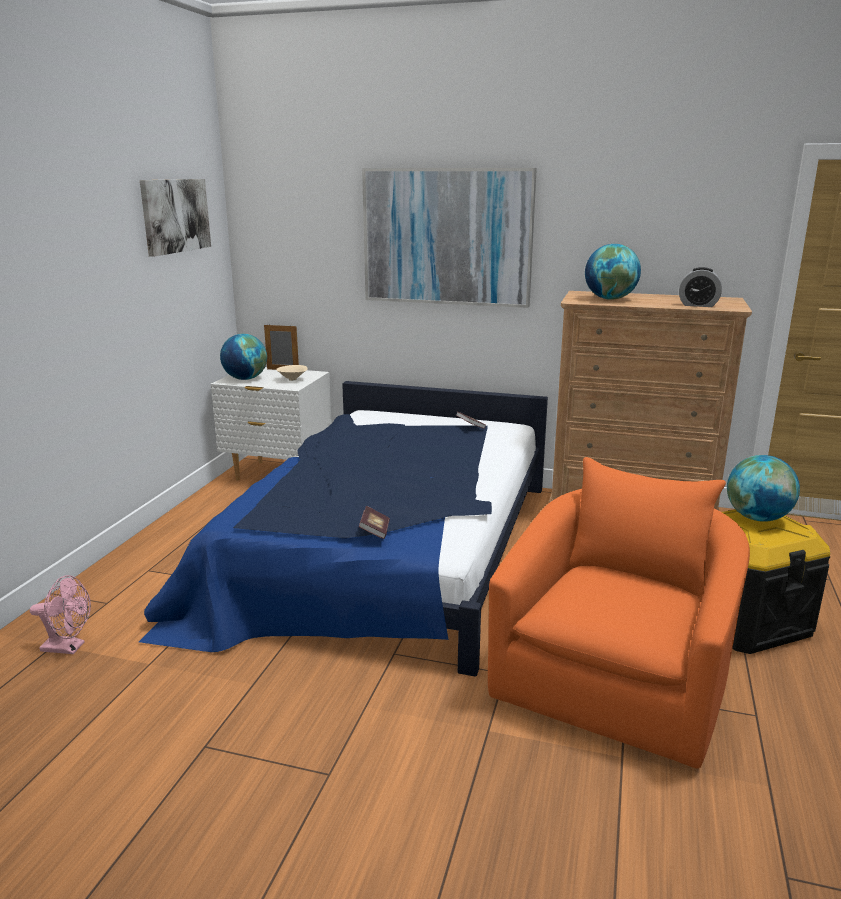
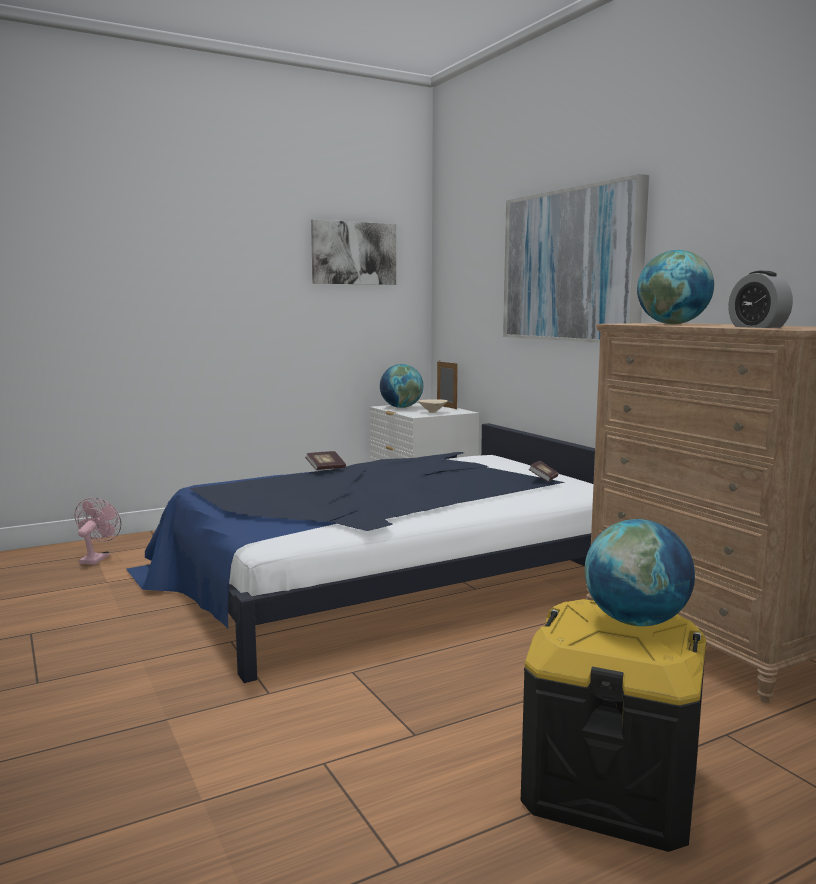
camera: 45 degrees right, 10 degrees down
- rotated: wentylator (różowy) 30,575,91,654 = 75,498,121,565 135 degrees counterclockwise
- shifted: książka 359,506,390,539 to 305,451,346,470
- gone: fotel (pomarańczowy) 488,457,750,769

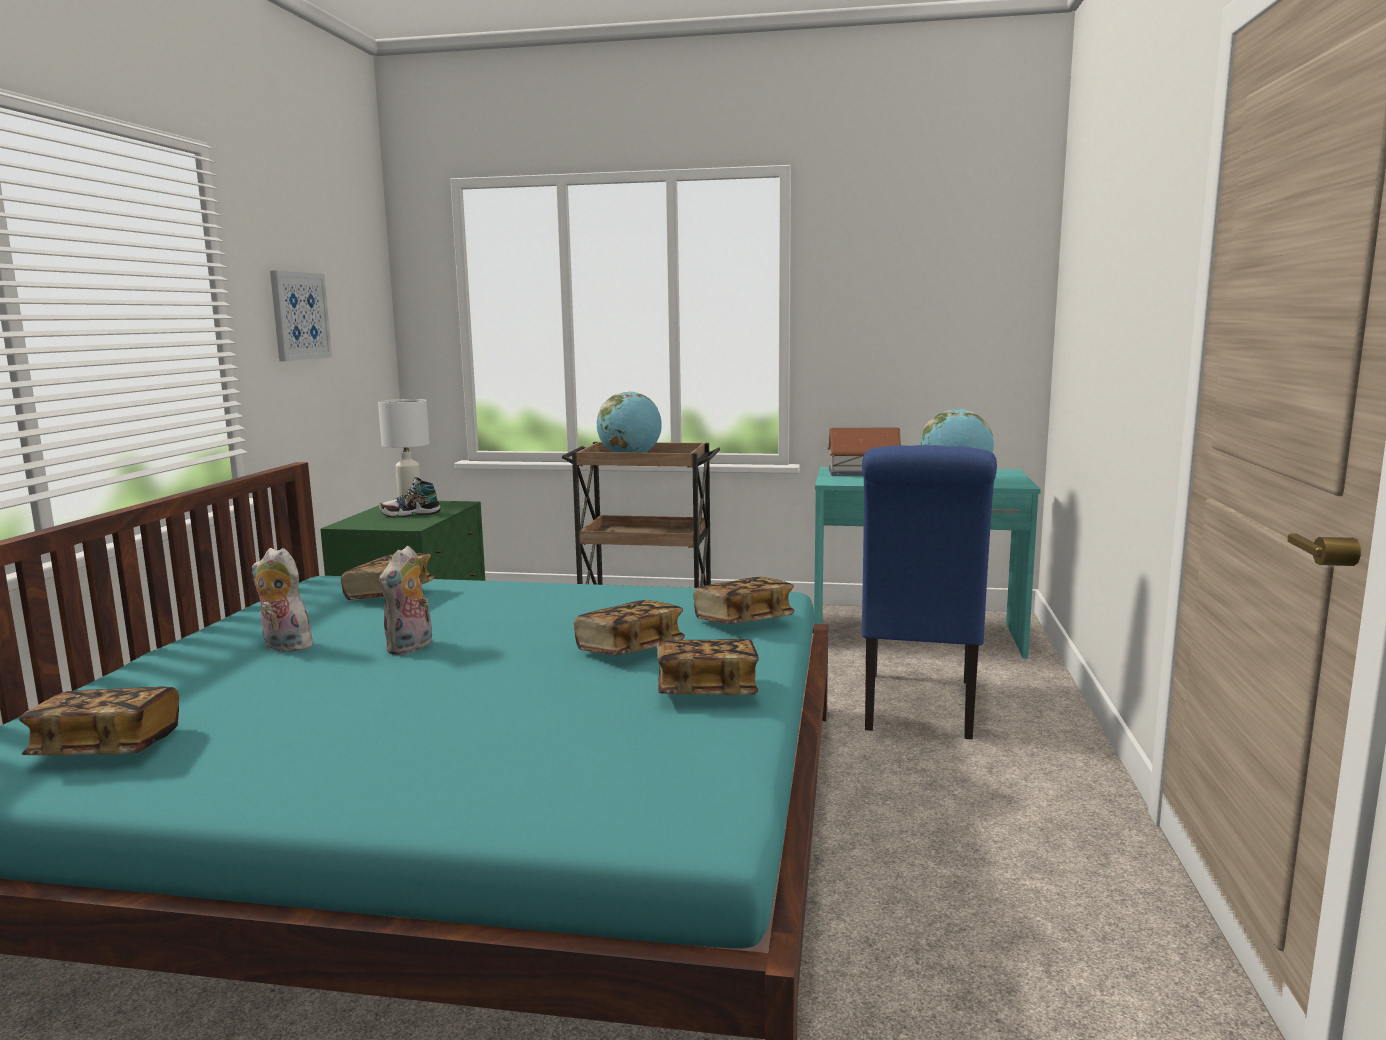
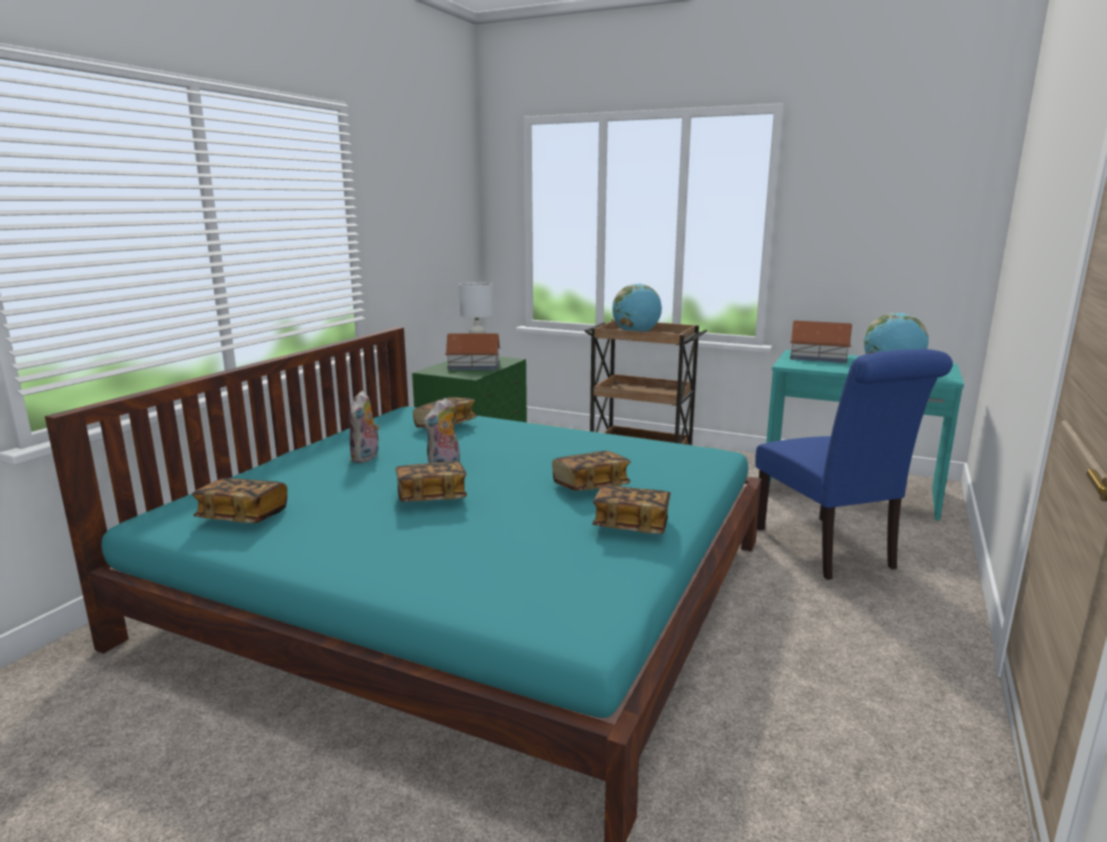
camera: 15 degrees right, 5 degrees up
- rotated: pluszak 252,548,313,652 = 349,390,380,463 120 degrees counterclockwise
- shifted: książka 693,577,795,624 to 395,461,467,502
- swapped: but 379,477,441,517 to domek 445,333,500,370
- rotated: krzesło (niebieski) 862,445,997,739 = 755,349,953,580 45 degrees counterclockwise
- gone: obraz 270,271,332,361

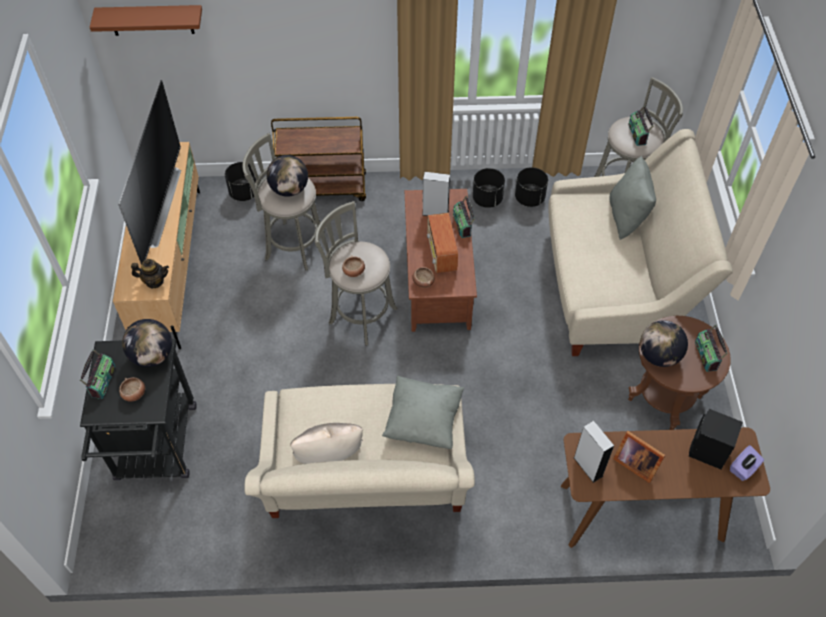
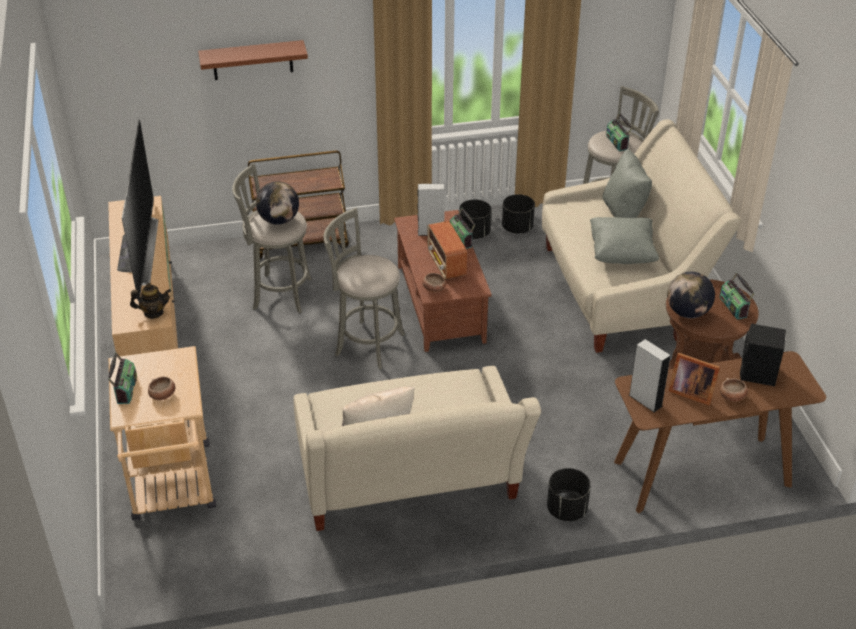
camera: 10 degrees left, 15 degrees down
- repainted: wózek (czarny) 80,339,197,480 to wózek (beżowy) 109,346,216,520
- shifted: półka (brązowy) 90,5,202,36 to 198,40,308,80
- shifted: donica (czarny) 225,162,256,201 to 547,468,591,521
- shifted: poduszka (szary) 382,376,464,449 to 590,217,659,264
- shifted: miska 342,255,365,277 to 720,378,748,401
- gone: globus 122,319,172,367
- gone: pudełko chusteczek (fioletowy) 730,445,764,481

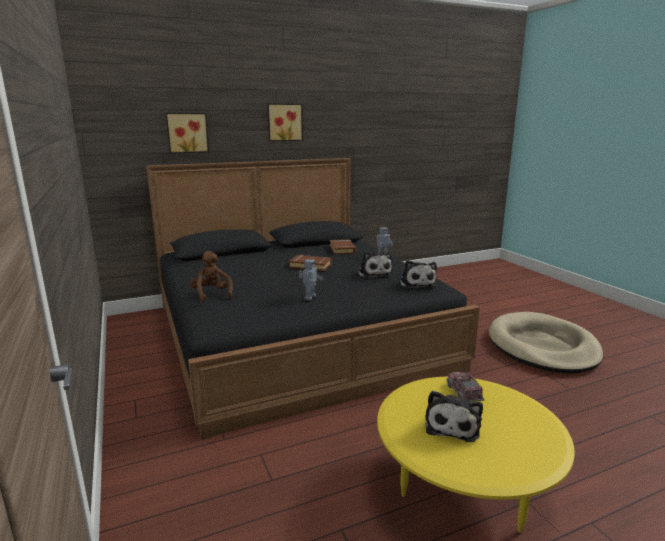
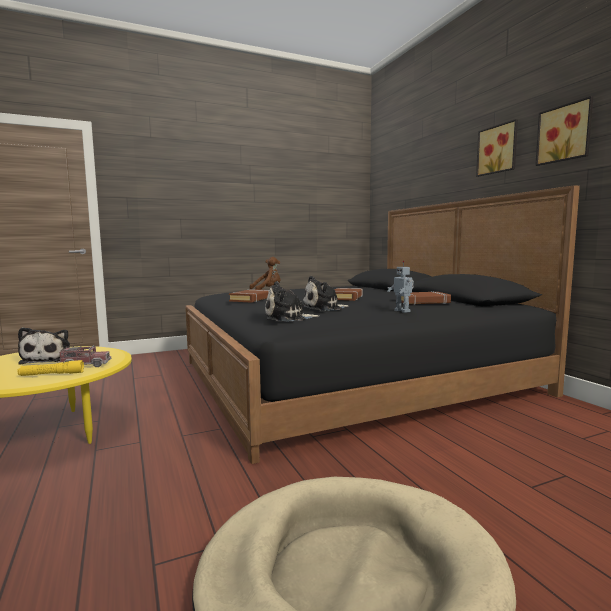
camera: 90 degrees right, 10 degrees down
- rotated: pluszak 425,390,483,442 = 18,327,70,365 120 degrees counterclockwise
- new: latarka (żółty) 18,360,84,376
- swapped: robot zabawkowy 299,255,323,300 to książka (brązowy) 229,289,269,303
- shifted: obraz 166,113,209,154 to 535,96,593,166

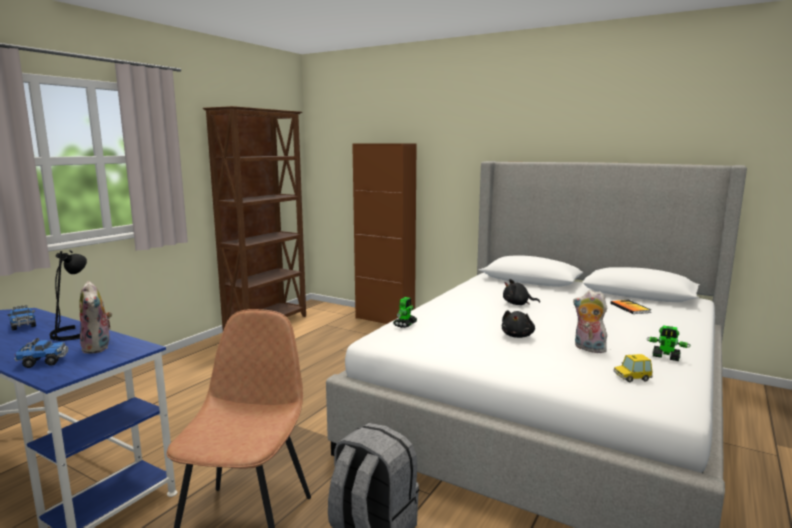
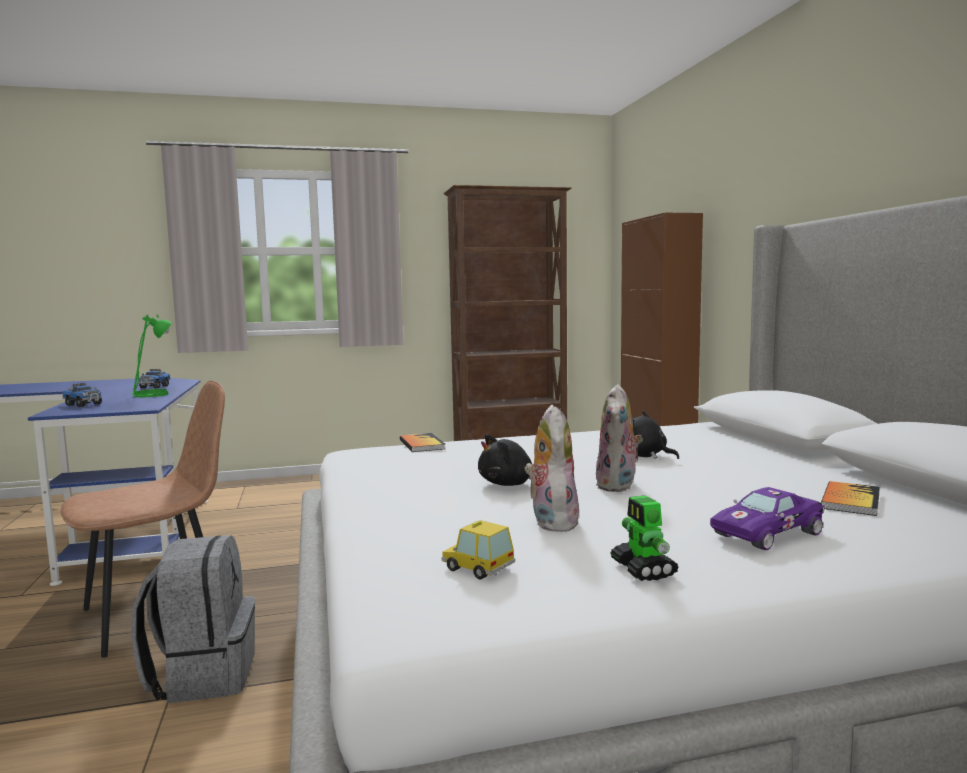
camera: 45 degrees right, 5 degrees down
- repainted: lampa stołowa (czarny) 49,250,87,341 to lampa stołowa (zielony) 132,315,172,397
- swapped: robot zabawkowy 393,297,417,328 to książka 400,433,445,452
- shifted: pluszak 79,281,112,354 to 595,384,643,492
- new: samochodzik (fioletowy) 710,487,825,550

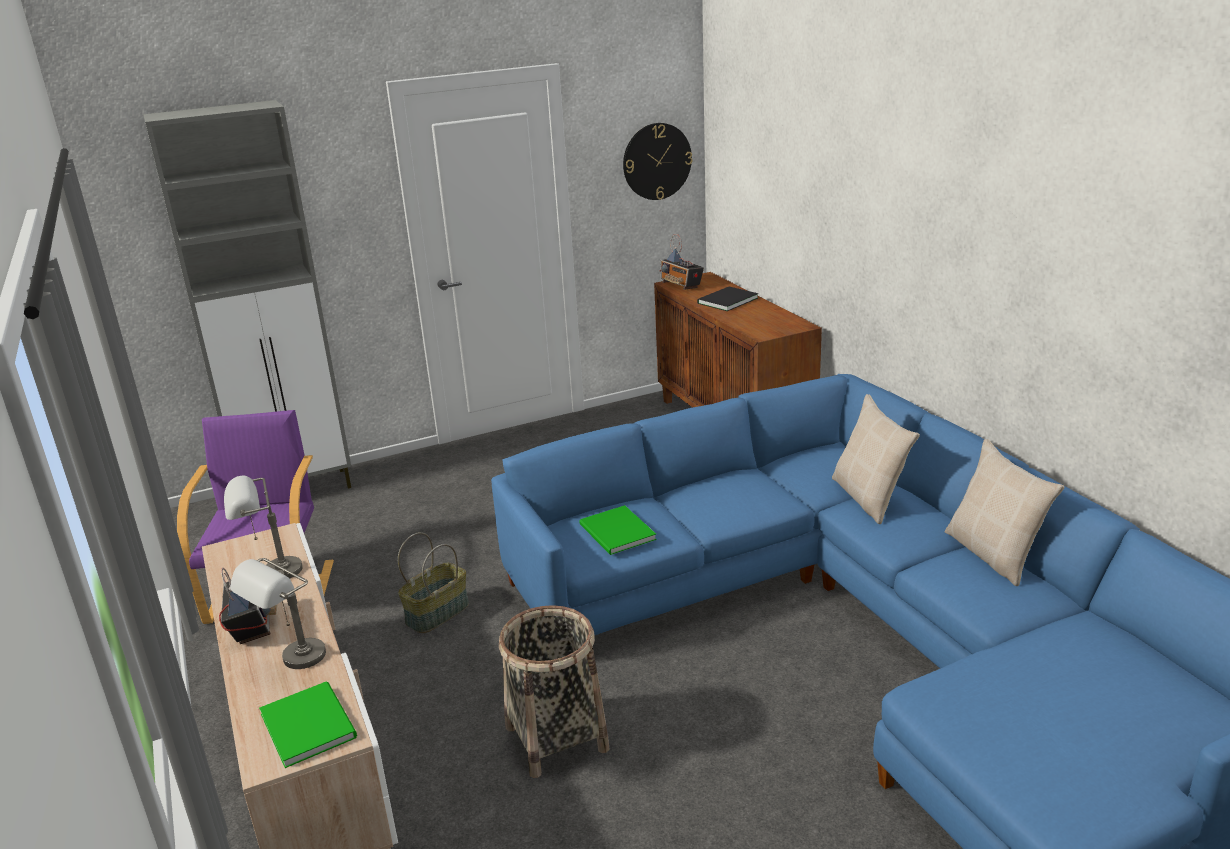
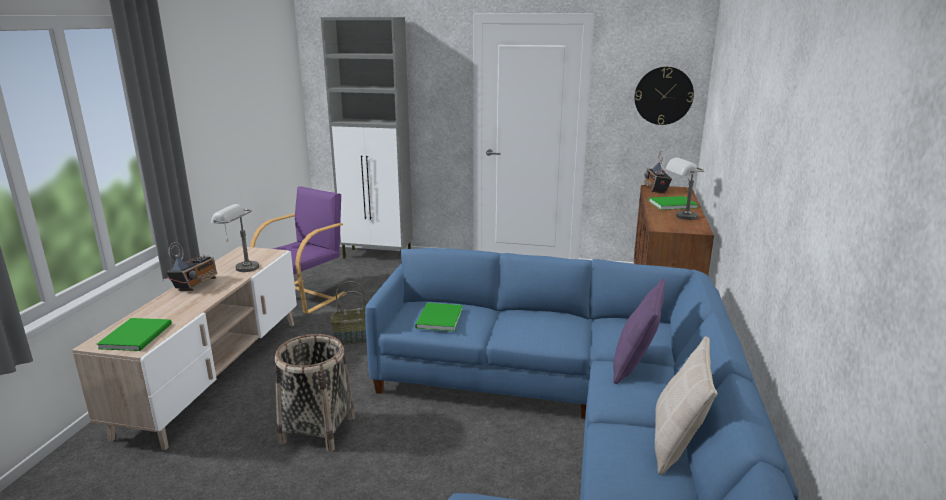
camera: 35 degrees right, 5 degrees down
- repainted: poduszka (beżowy) 832,394,920,524 to poduszka (fioletowy) 613,279,665,384
- repainted: książka (czarny) 697,286,758,311 to książka (zielony) 648,196,698,210
- shifted: lampa stołowa (szary) 231,558,326,669 to 666,158,705,220

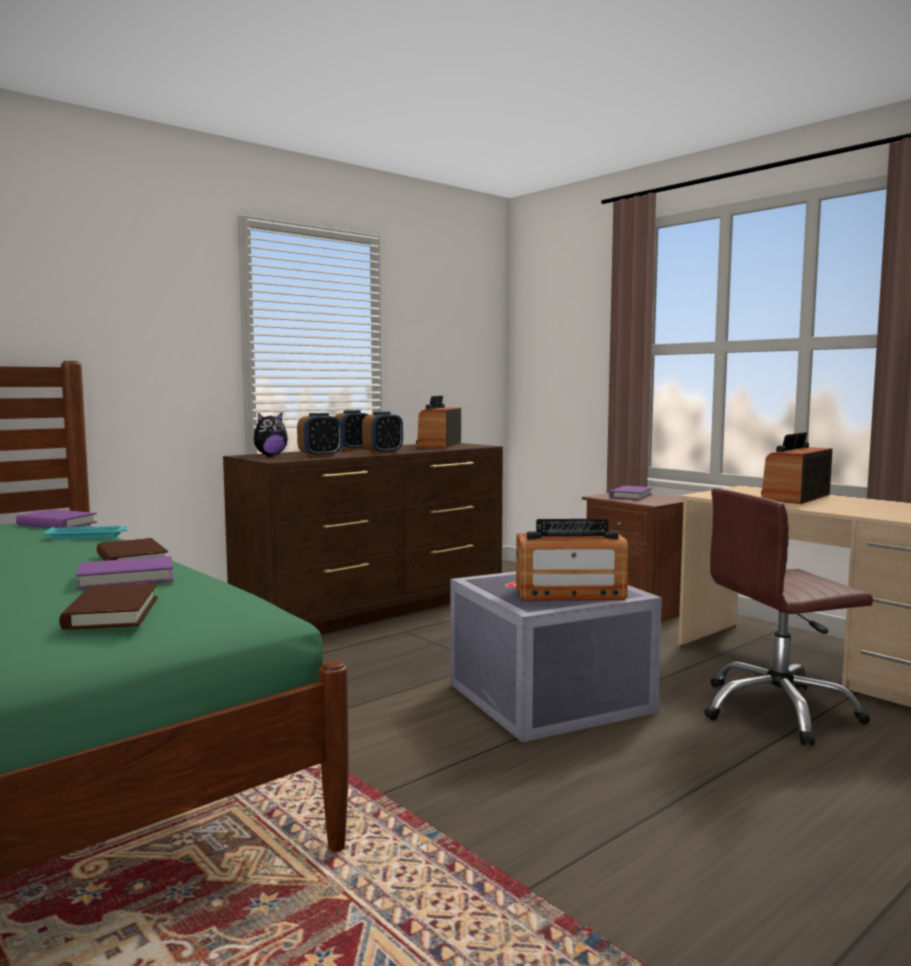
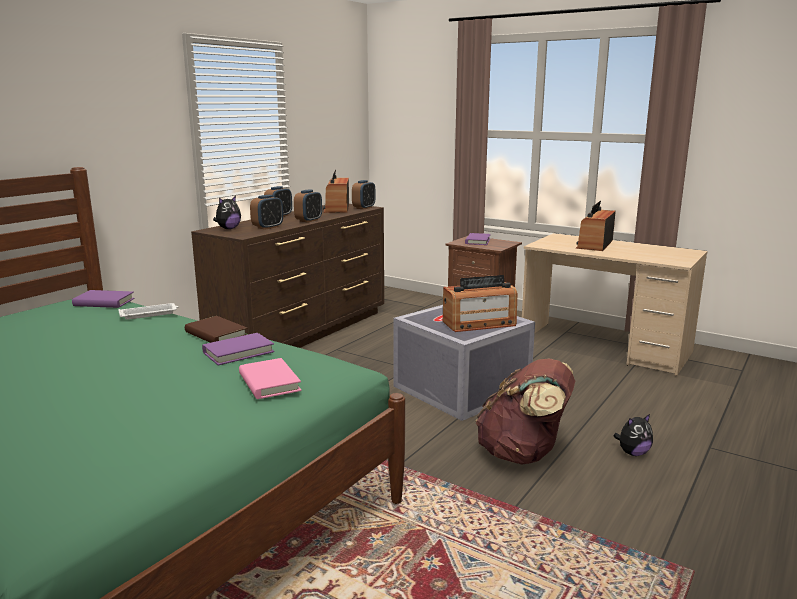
camera: 15 degrees left, 10 degrees up
- repainted: taca (turkusowy) 43,526,128,540 to taca (biały) 118,303,178,320
- repainted: książka (brązowy) 59,583,158,630 to książka (różowy) 239,358,301,399
- new: budzik 352,180,375,209
- new: plecak (brązowy) 475,359,575,465
- new: pluszak 614,414,653,456
- gone: krzesło biurowe (brązowy) 704,488,873,746

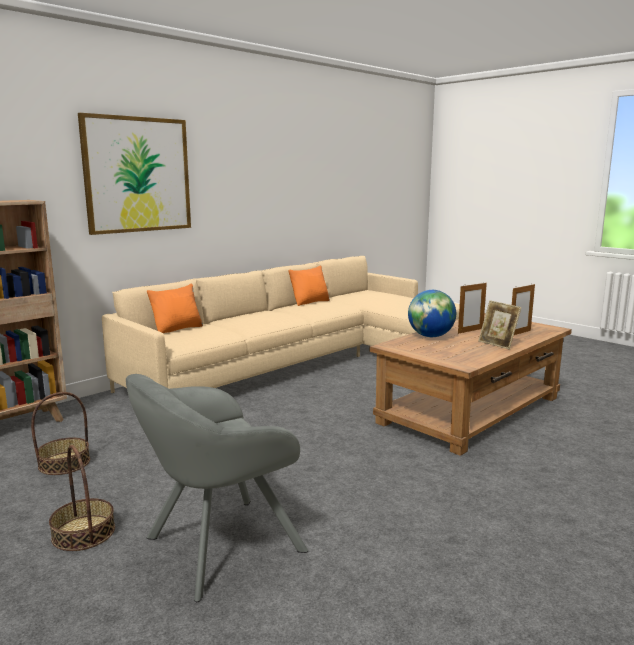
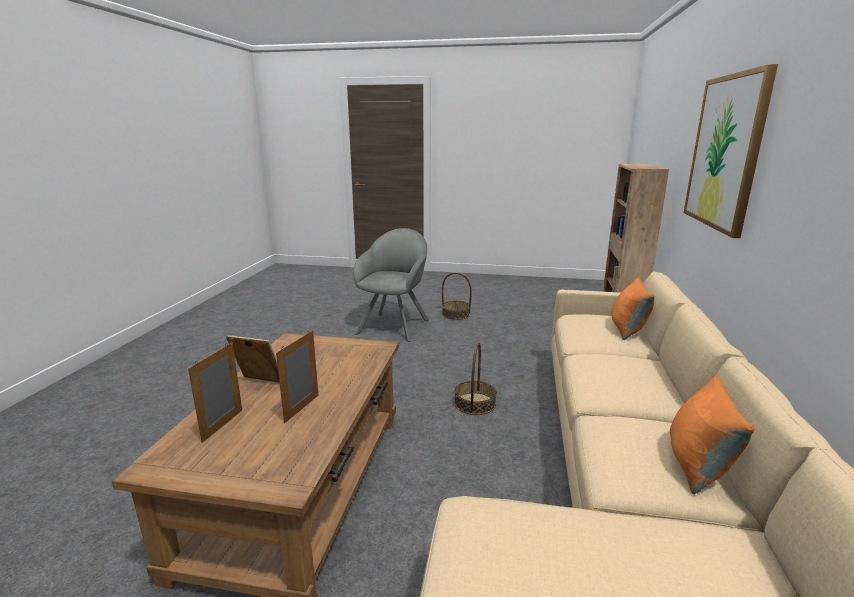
camera: 145 degrees right, 5 degrees up
- shifted: koszyk 31,392,90,475 to 454,343,497,415
- gone: globus 408,290,456,337

